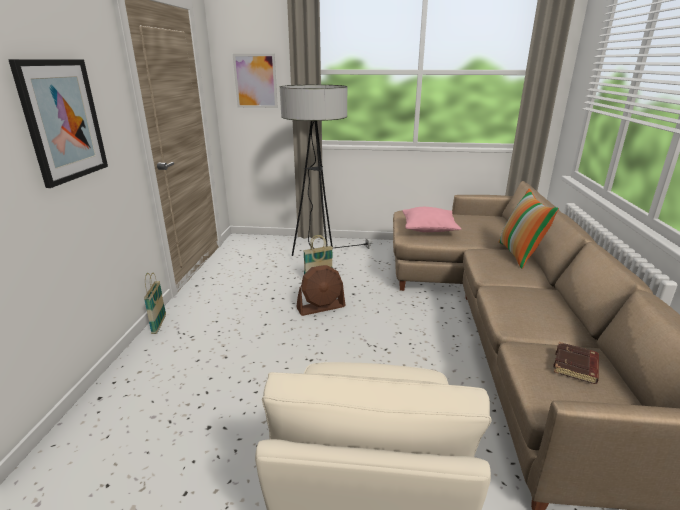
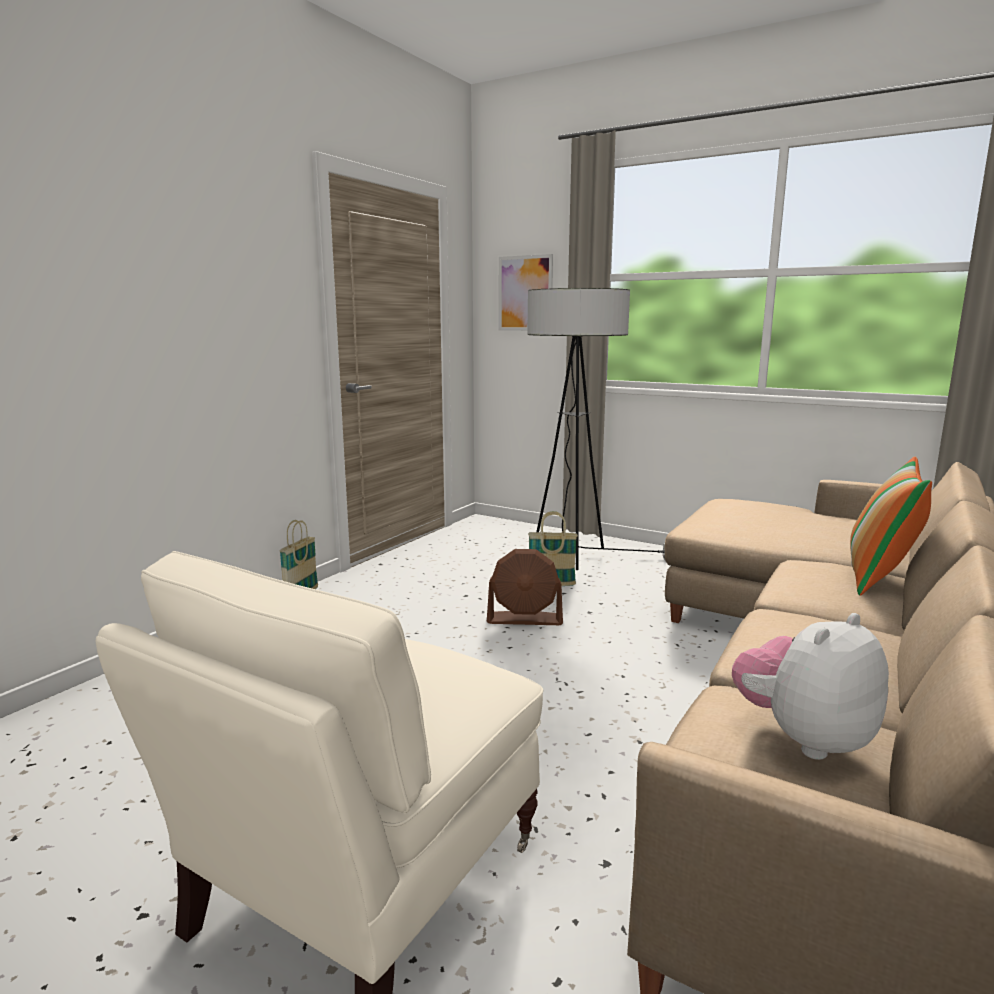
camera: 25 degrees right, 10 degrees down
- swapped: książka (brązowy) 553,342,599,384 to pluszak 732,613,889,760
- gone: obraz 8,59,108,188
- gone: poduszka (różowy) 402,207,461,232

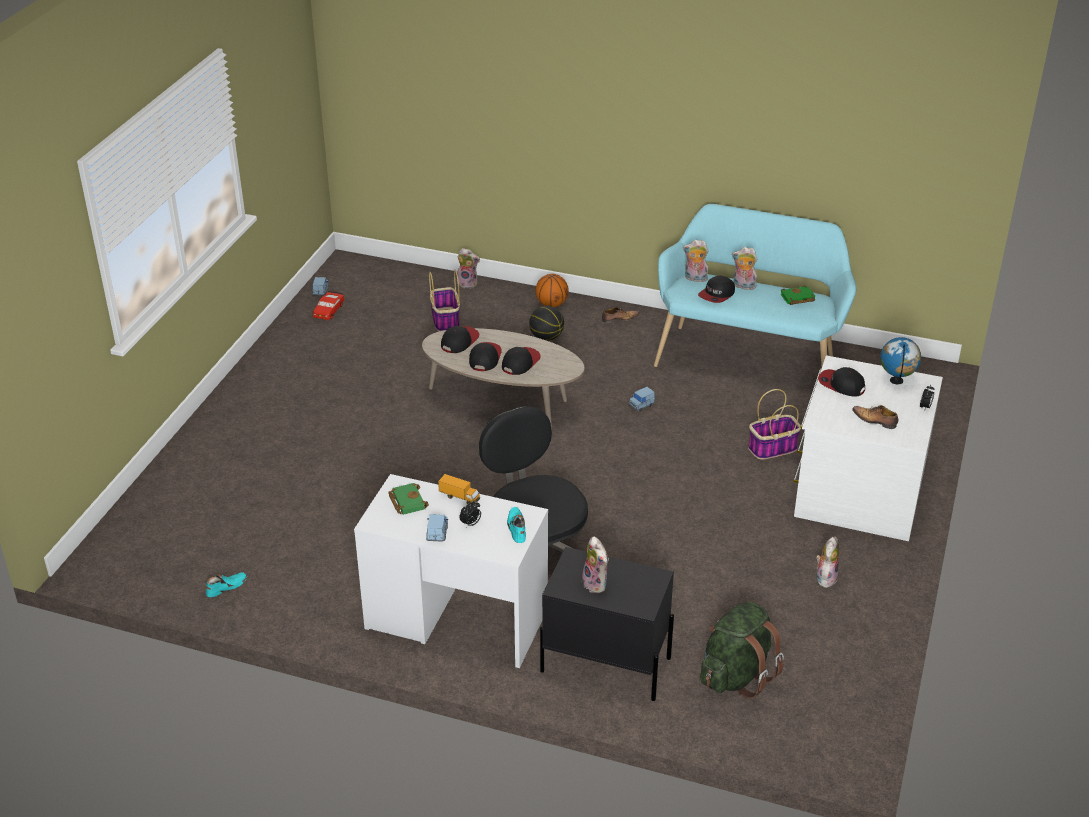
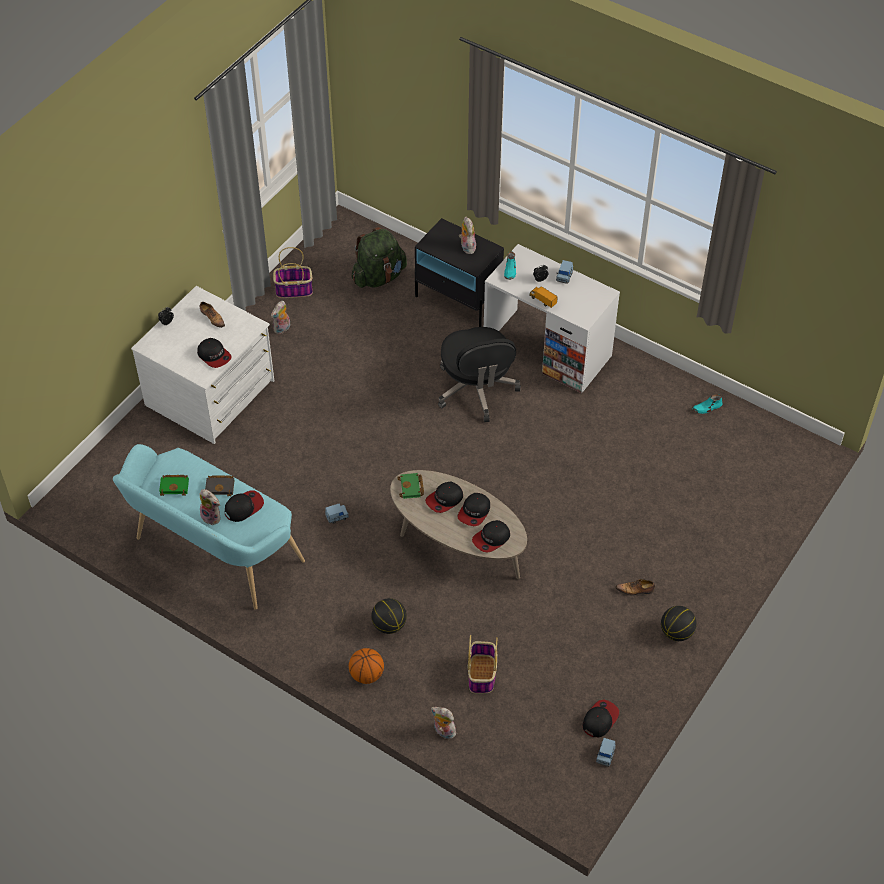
camera: 165 degrees left, 15 degrees up
- new: książka (czarny) 205,475,234,497
- shifted: koszyk 748,389,801,460 to 273,247,313,298
- shifted: książka (zielony) 388,483,429,515 to 397,473,424,499
- swapped: samochodzik (czerwony) 313,291,344,320 to czapka z daszkiem 583,700,619,737
- shifted: but 602,307,639,323 to 615,579,655,596
- new: piłka do koszykówki 661,606,697,641
- gone: pluszak 683,240,708,282
- gone: globus 880,337,921,384

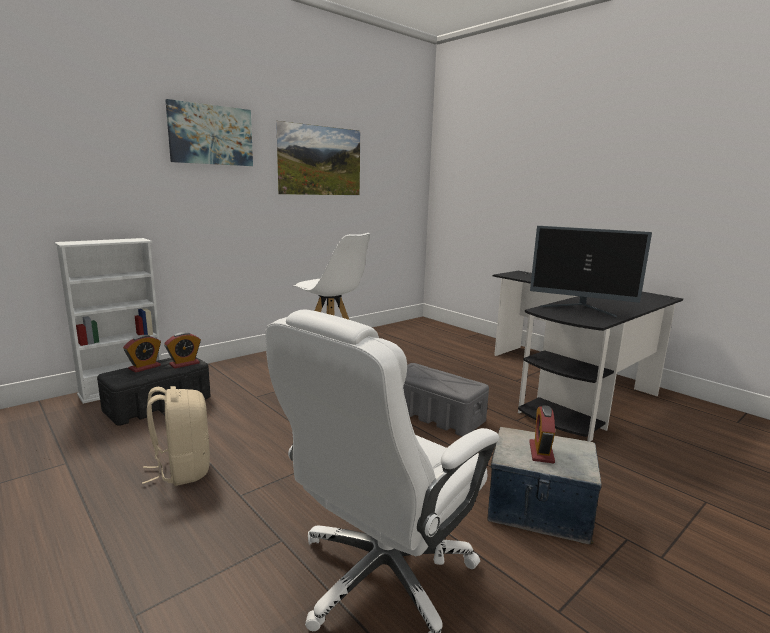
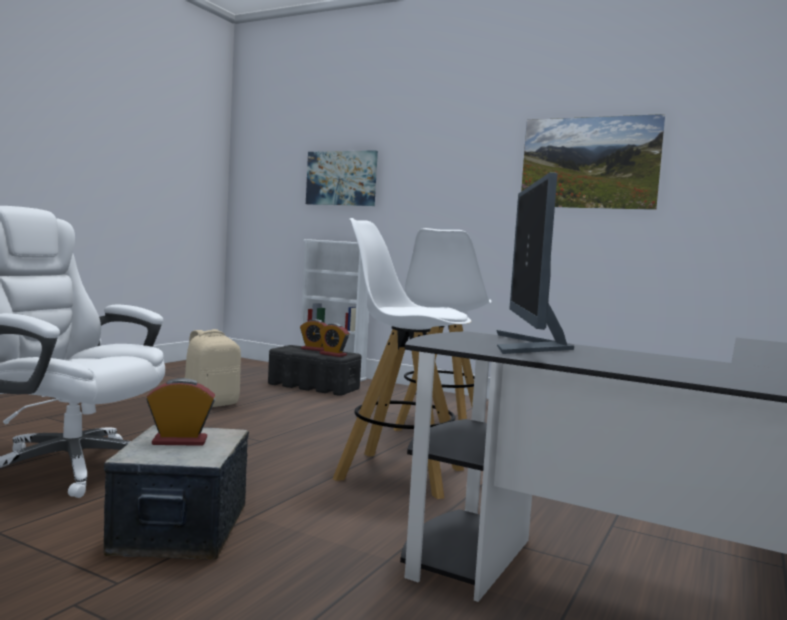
camera: 70 degrees right, 10 degrees down
- shifted: obraz 166,99,253,166 to 306,150,378,206
- swapped: pojemnik do przechowywania (szary) 403,363,489,436 to stołek (biały) 333,218,471,499

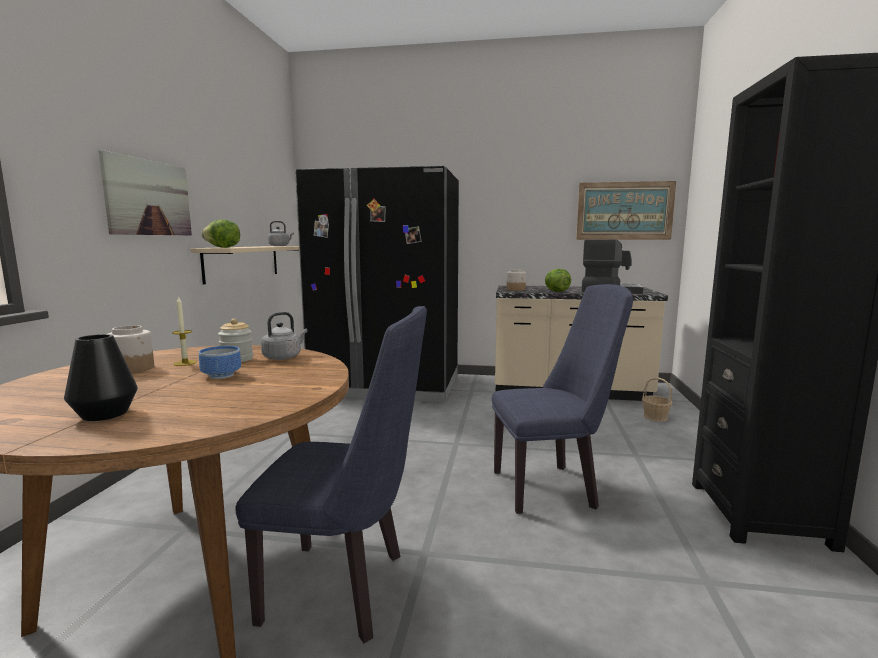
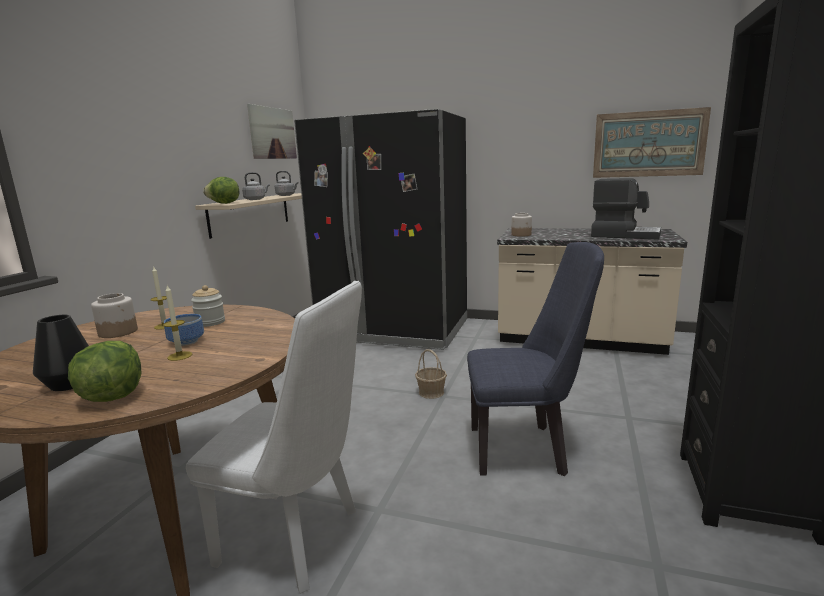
camera: 10 degrees right, 5 degrees up
- shifted: sałata 545,269,571,292 to 68,341,141,402
- new: świeca 163,286,192,361
- repainted: krzesło (niebieski) 235,306,427,643 to krzesło (biały) 186,281,362,594
- shifted: czajnik (szary) 261,312,308,360 to 242,172,270,200
- shifted: obraz 99,150,192,235 to 247,104,297,159
- shifted: koszyk 642,378,673,422 to 415,349,447,399

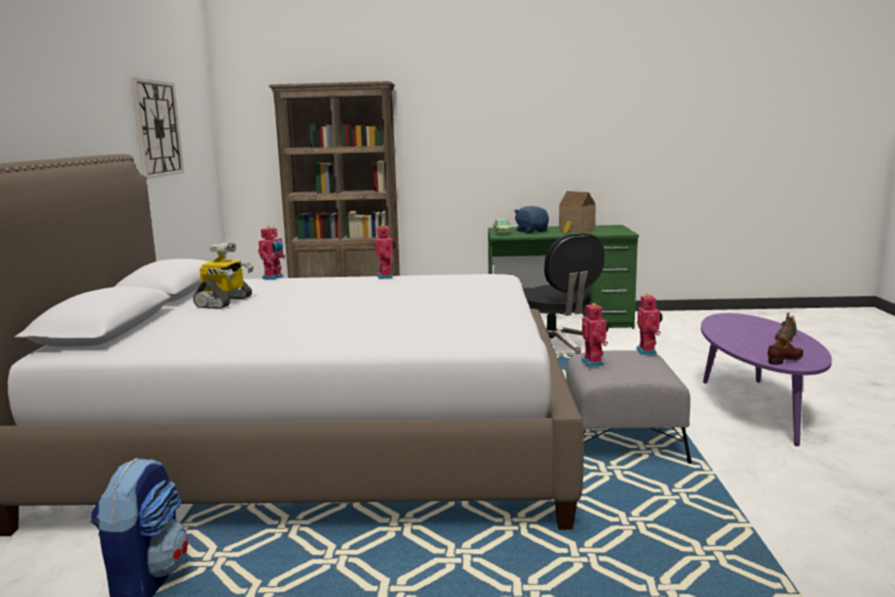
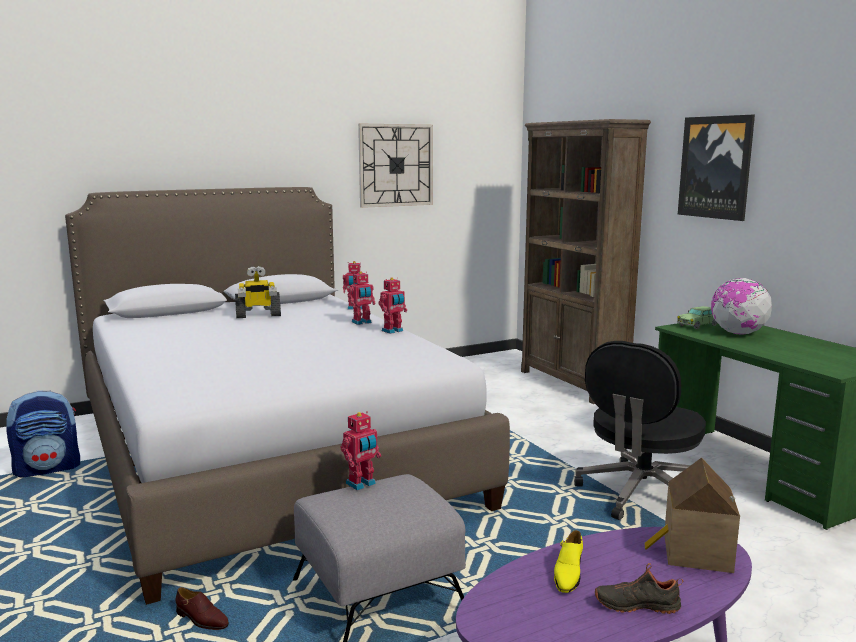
camera: 60 degrees right, 0 degrees up
- shifted: but (brązowy) 768,339,804,365 to 176,587,229,630
- shifted: robot zabawkowy 636,293,663,355 to 348,271,375,325
- new: but (żółty) 554,530,583,593
- shifted: domek 559,191,596,233 to 645,458,740,573
- new: obraz 678,115,755,221
- swapped: pluszak (niebieski) 514,206,549,233 to globus 711,278,772,334

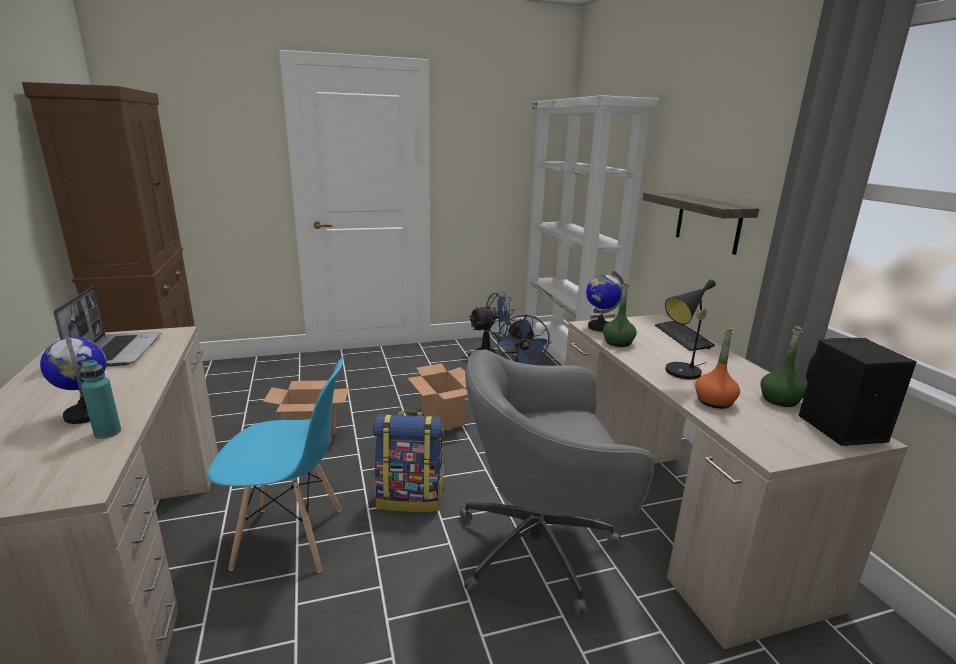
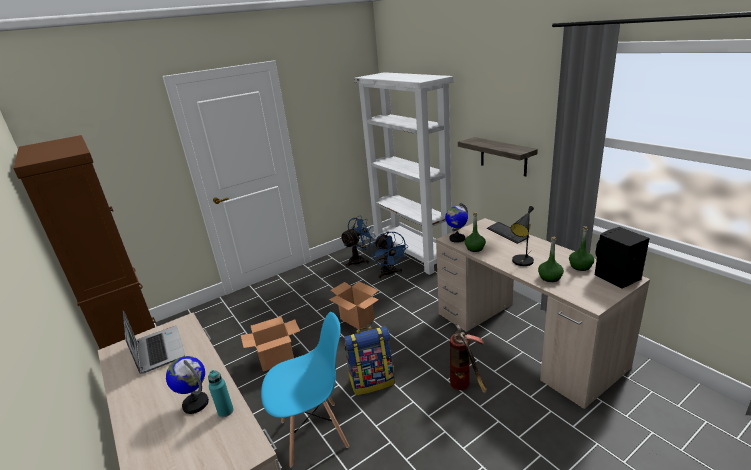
camera: 15 degrees left, 5 degrees up
- swapped: krzesło biurowe (szary) 460,349,655,616 to gaśnica 450,323,487,393
- repainted: butelka (pomarańczowy) 695,327,740,409 to butelka (zielony) 538,237,564,282

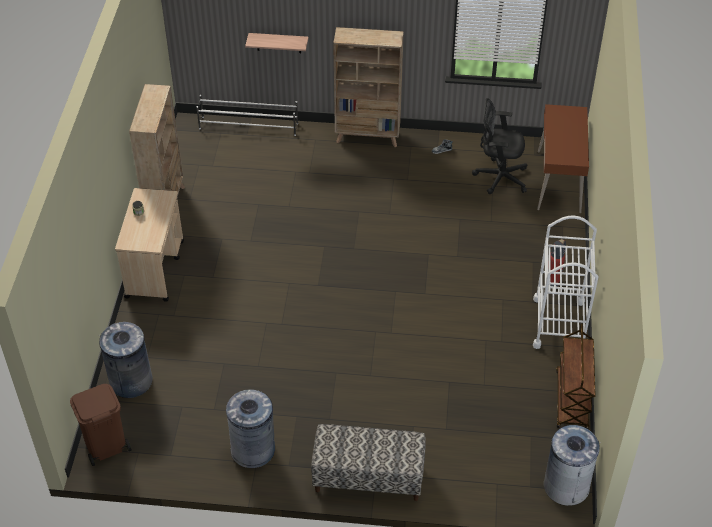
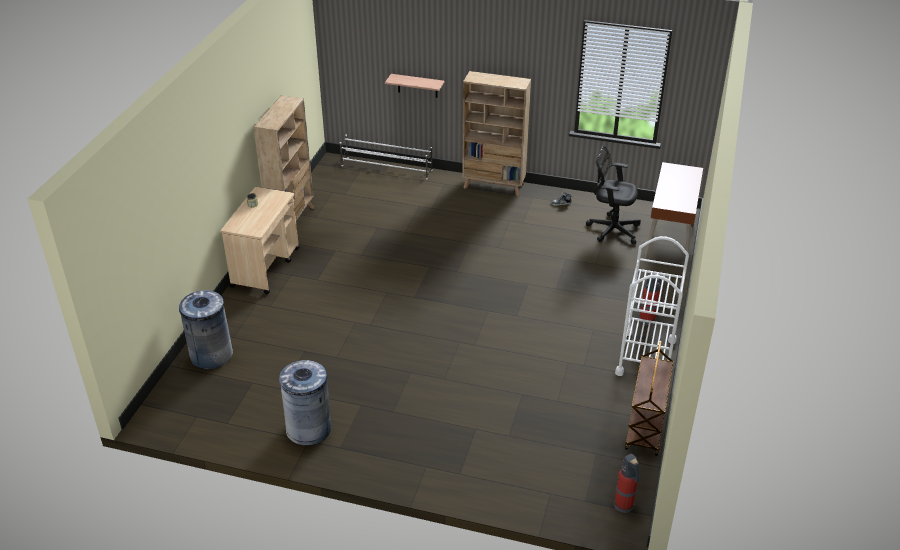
camera: 10 degrees right, 10 degrees down
- swapped: kosz na śmieci (szary) 544,425,601,506 to gaśnica 614,454,639,513
- gone: kosz na śmieci (brązowy) 70,384,132,466
- gone: ławka 311,424,426,501

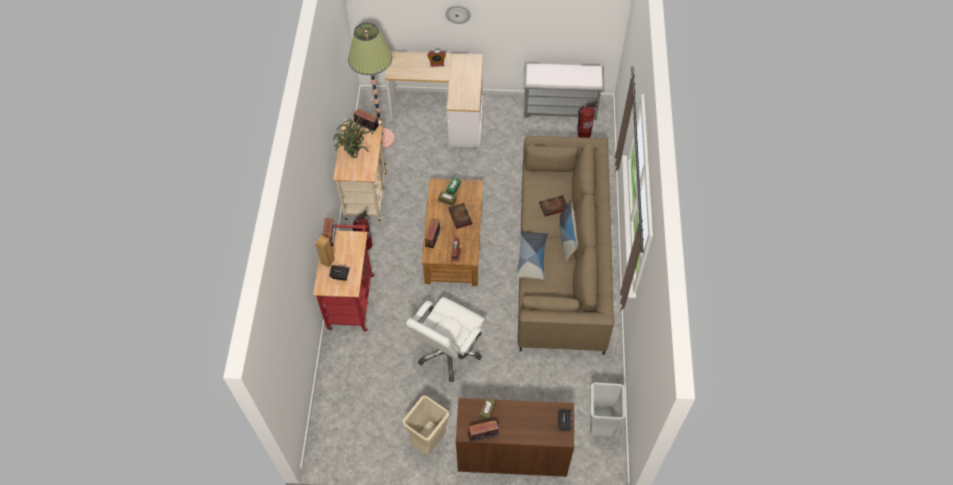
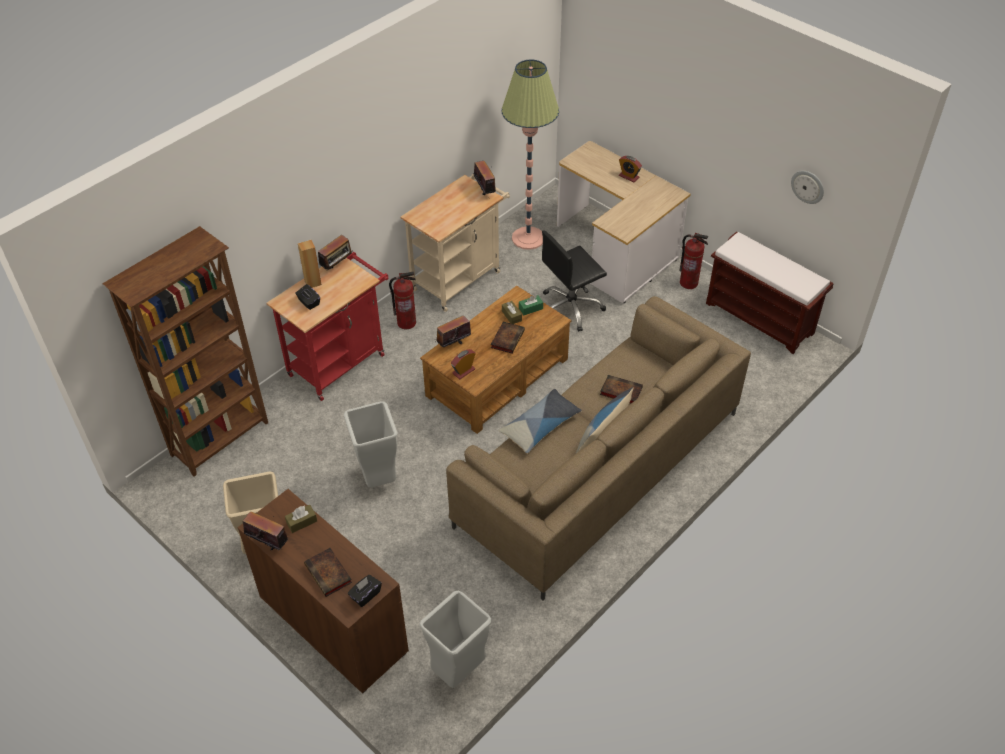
camera: 40 degrees right, 10 degrees down
- new: regał (brązowy) 102,226,268,477
- new: książka 304,548,352,597
- swapped: krzesło biurowe (biały) 406,297,485,382 to kosz na śmieci (szary) 344,401,398,488
- new: krzesło biurowe (czarny) 542,230,607,332
- shifted: gaśnica 577,101,597,138 to 680,233,708,289
- repainted: ławka (szary) 523,63,604,120 to ławka (brązowy) 706,232,834,354
- shifted: zegar ścienny 445,5,471,24 to 791,171,824,204
- gone: roślina doniczkowa 333,116,373,158

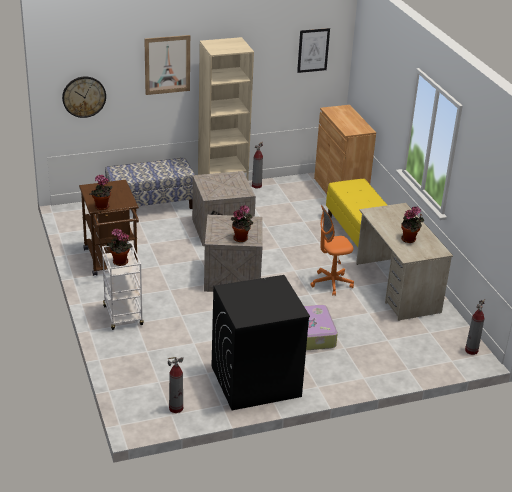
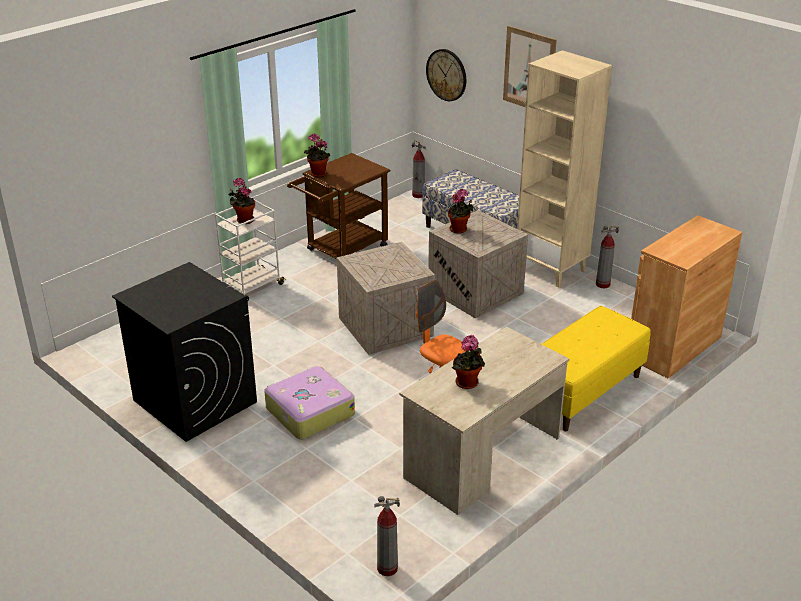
camera: 65 degrees right, 0 degrees up
- shifted: gaśnica 168,357,184,413 to 412,140,426,198
- shifted: roślina doniczkowa 231,205,253,242 to 448,189,474,233
- gone: obraz 297,28,330,73

